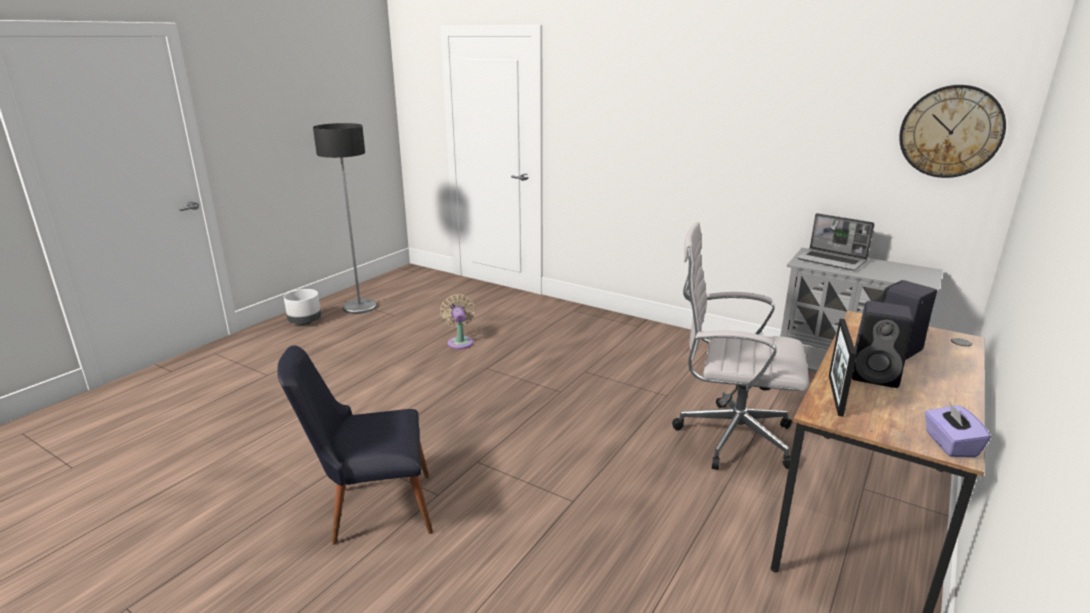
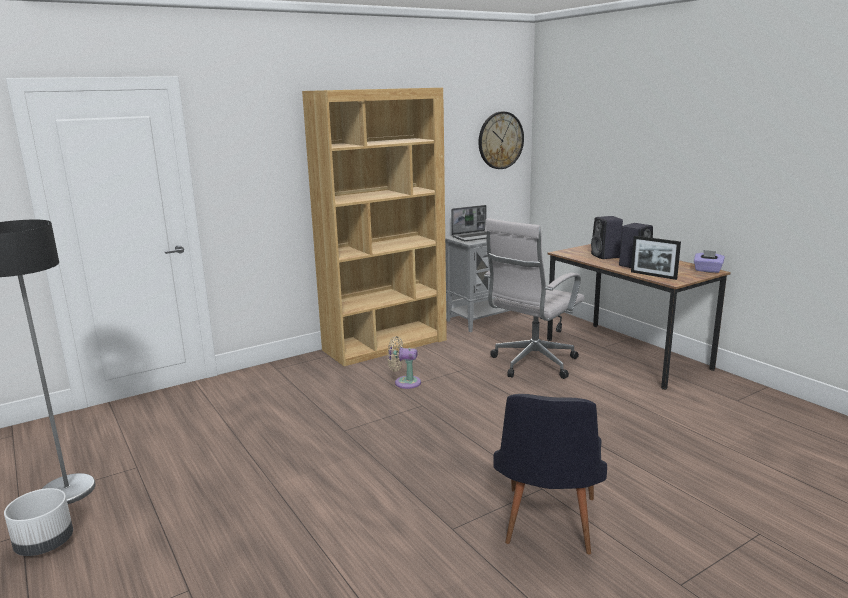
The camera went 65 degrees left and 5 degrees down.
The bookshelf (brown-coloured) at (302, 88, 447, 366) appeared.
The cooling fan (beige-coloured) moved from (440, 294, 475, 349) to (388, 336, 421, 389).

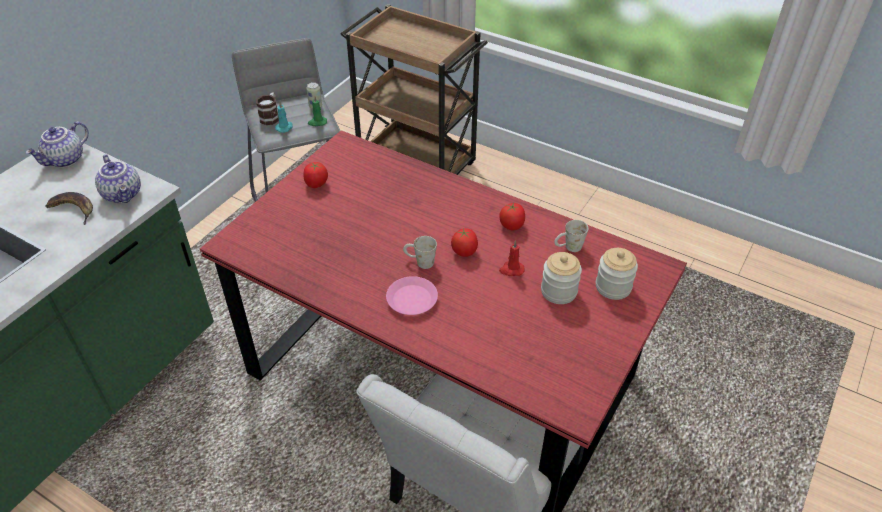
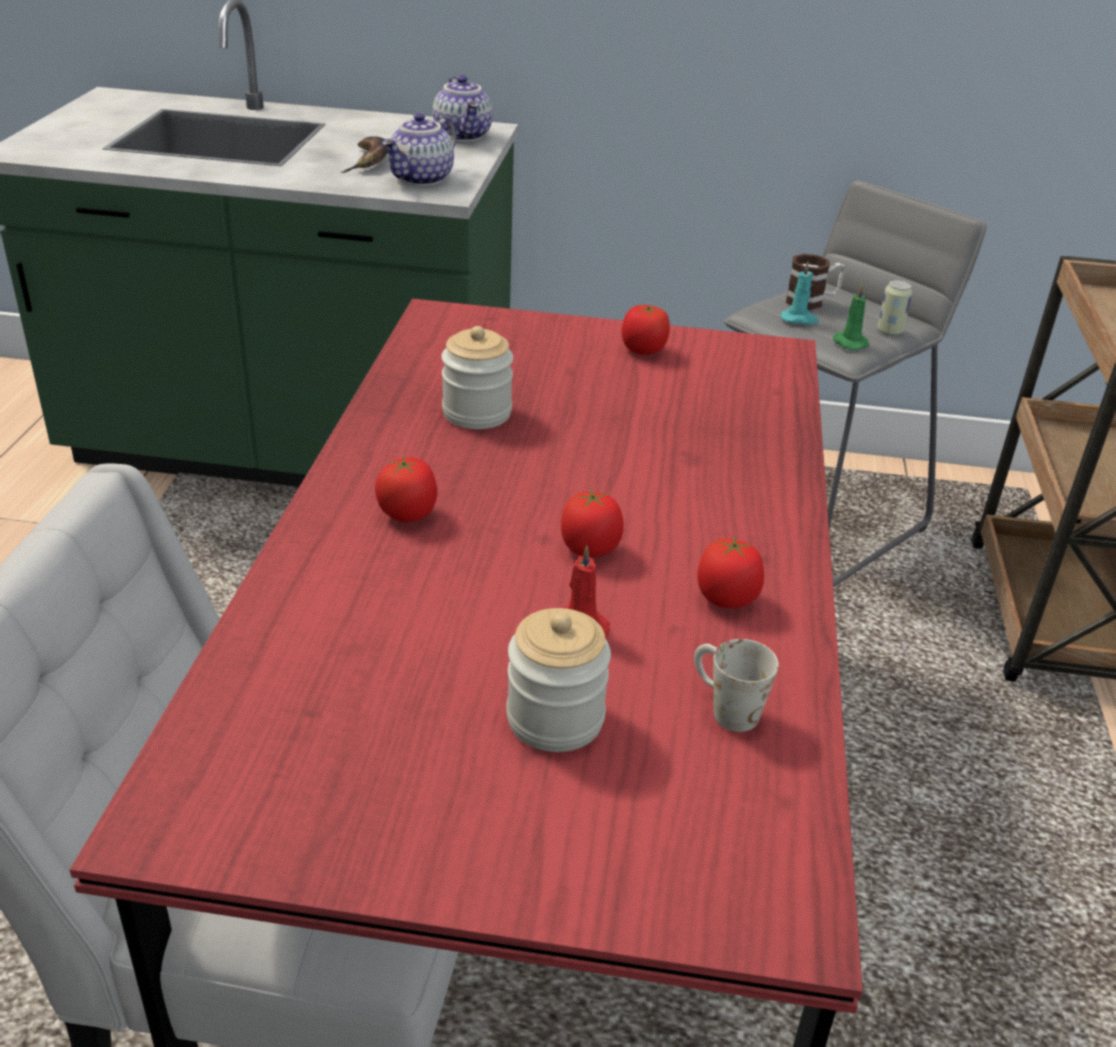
The camera went 65 degrees right and 10 degrees down.
The mug (white-coloured) at (403, 236, 437, 269) disappeared.
The preserve jar moved from (596, 248, 638, 300) to (441, 326, 513, 429).
The flat dish (pink-coloured) at (386, 276, 438, 315) was replaced by the tomato at (375, 455, 437, 522).
The teapot at (25, 122, 89, 168) turned 120 degrees counterclockwise.

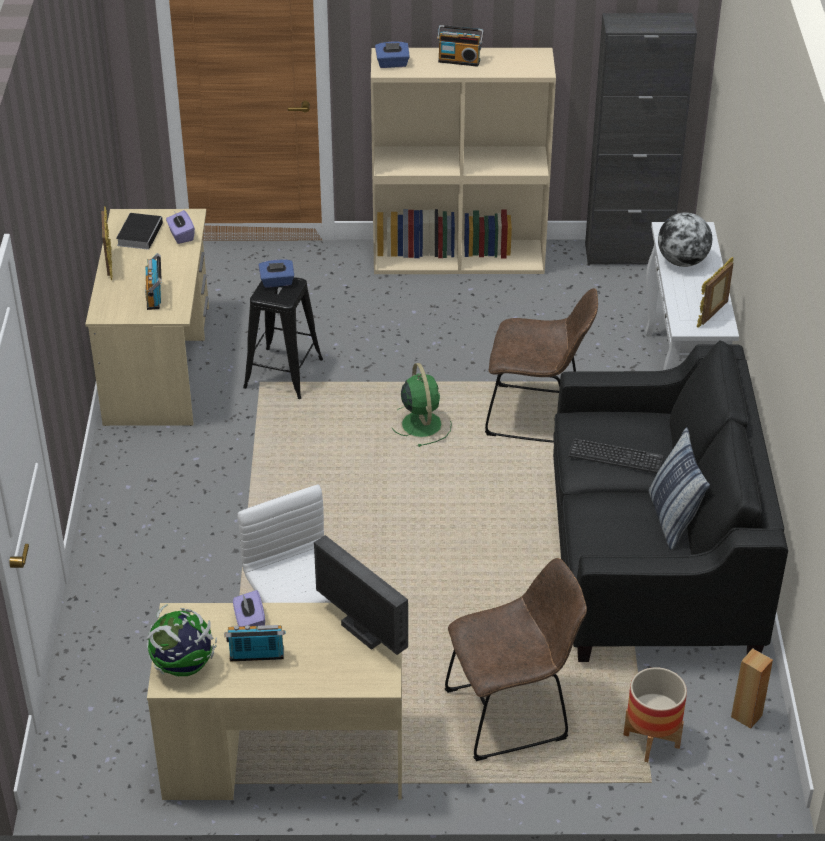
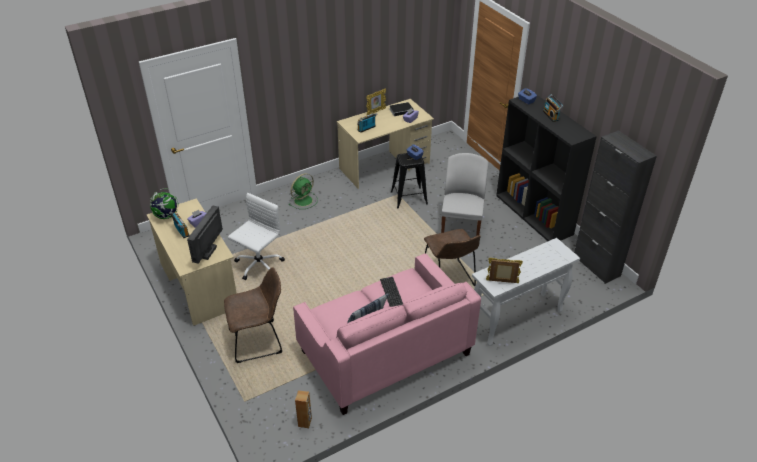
The camera went 60 degrees right and 0 degrees up.
The planter at (624, 667, 687, 762) disappeared.
The desk globe at (658, 212, 712, 267) disappeared.
The chair (white-coloured) at (441, 153, 489, 236) appeared.
The cooling fan (green-coloured) moved from (392, 363, 452, 447) to (289, 173, 318, 209).
The bookshelf (beige-coloured) at (371, 48, 556, 274) became the bookshelf (black-coloured) at (496, 95, 597, 241).
The couch (black-coloured) at (553, 340, 788, 662) became the couch (pink-coloured) at (293, 253, 481, 415).
The chair (brown-coloured) at (445, 558, 587, 761) turned 60 degrees counterclockwise.

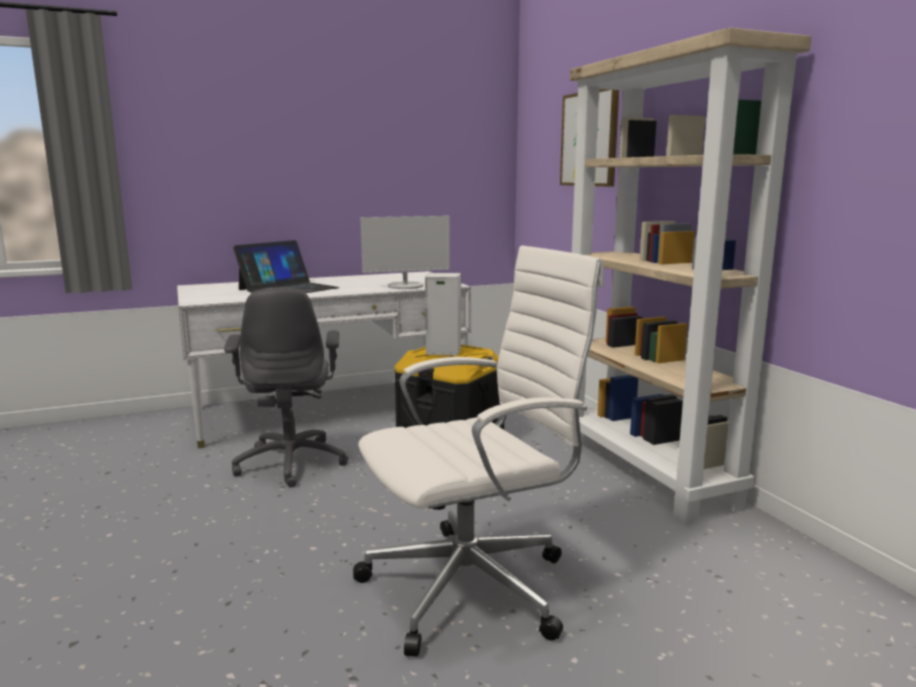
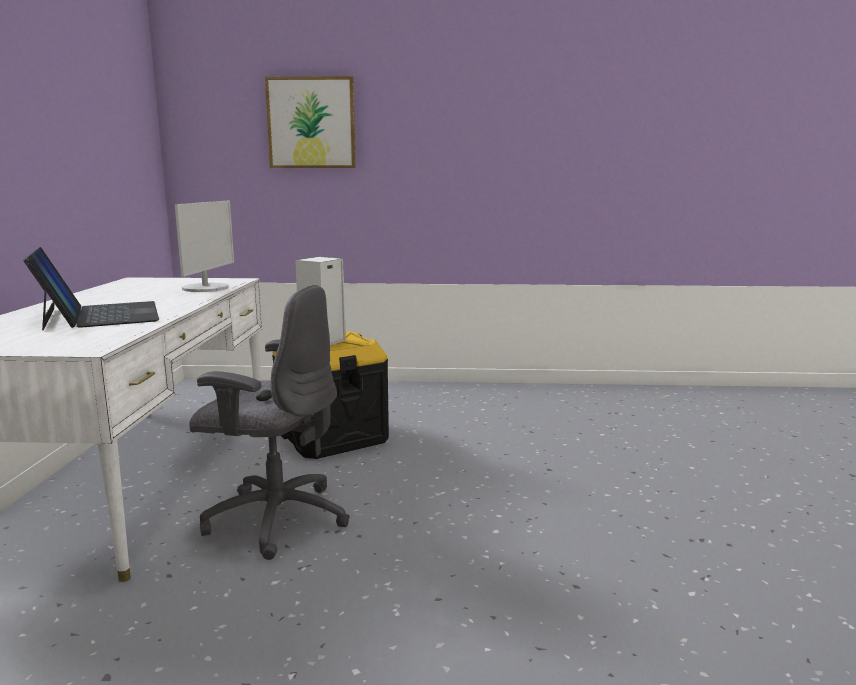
The camera went 65 degrees left and 0 degrees up.
The office chair (white-coloured) at (353, 245, 604, 657) disappeared.
The bookshelf (beige-coloured) at (564, 27, 811, 524) disappeared.

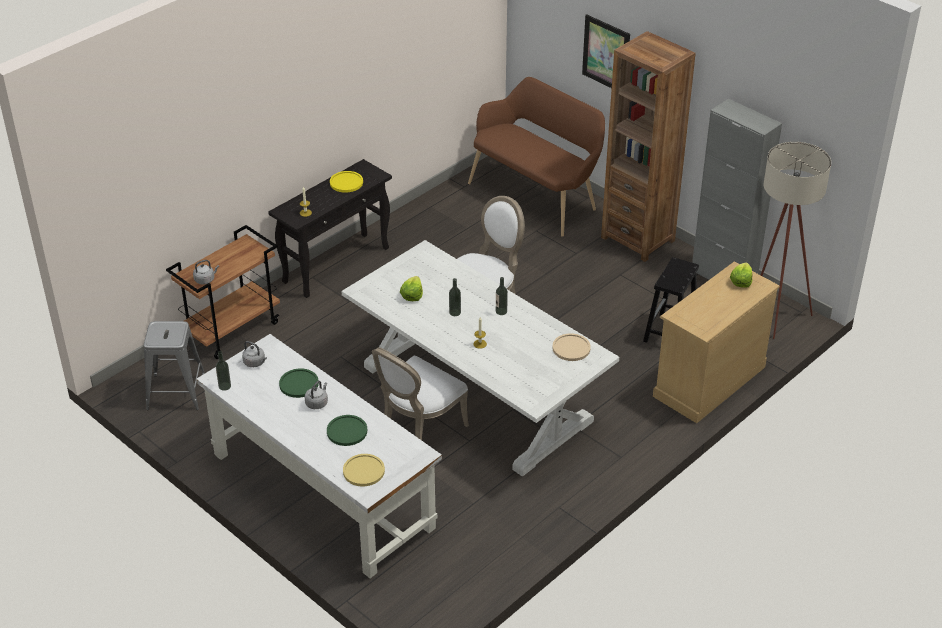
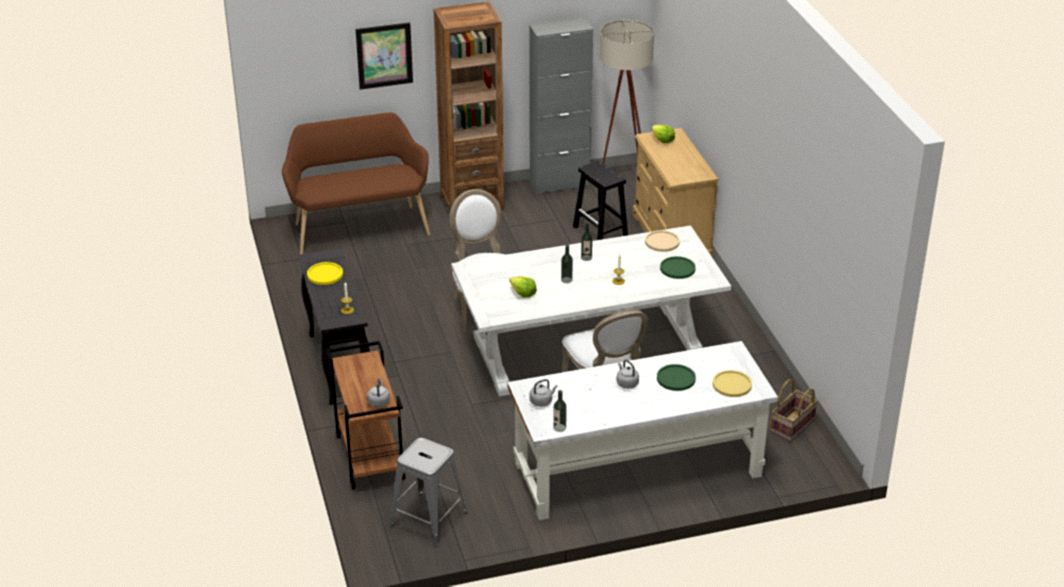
The camera went 60 degrees left and 5 degrees down.
The storage basket at (770, 379, 818, 442) appeared.
The flat dish (green-coloured) moved from (279, 368, 319, 398) to (660, 256, 696, 279).

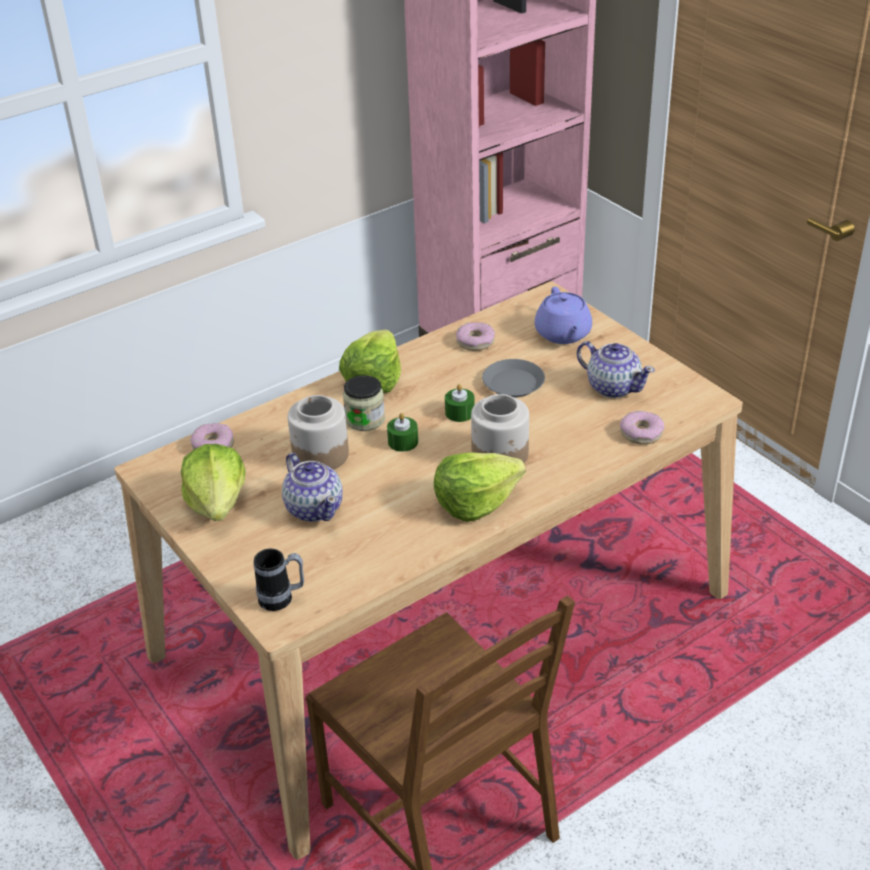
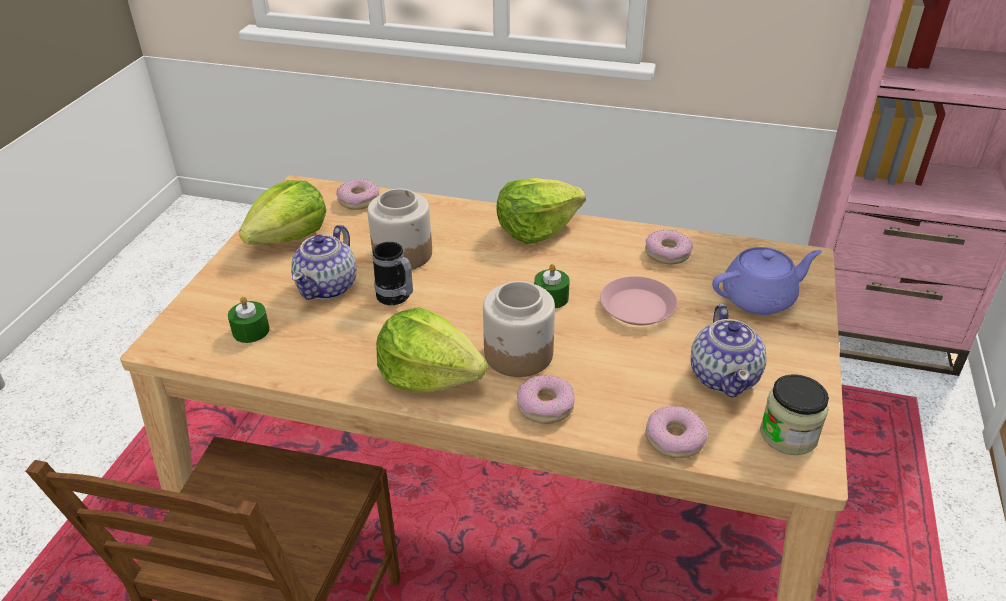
The camera went 50 degrees right and 0 degrees up.
The donut at (517, 375, 575, 424) appeared.
The mug moved from (253, 549, 304, 611) to (372, 242, 413, 305).
The preserve jar moved from (343, 375, 385, 431) to (760, 374, 829, 455).
The wax light (green-coloured) moved from (387, 413, 418, 452) to (228, 296, 270, 343).
The flat dish (gray) at (482, 359, 545, 397) became the flat dish (pink-coloured) at (600, 276, 678, 325).
The teapot (purple) at (535, 287, 592, 344) turned 150 degrees counterclockwise.

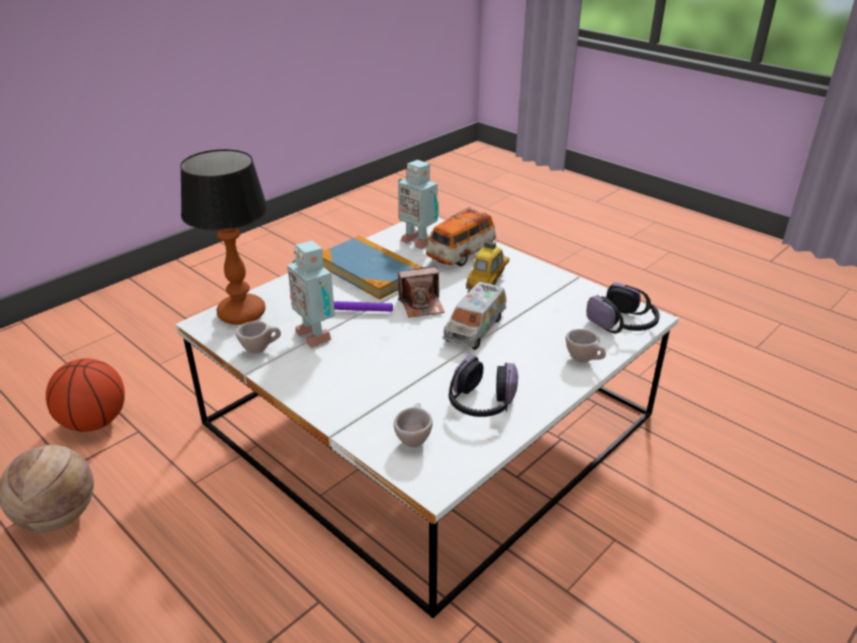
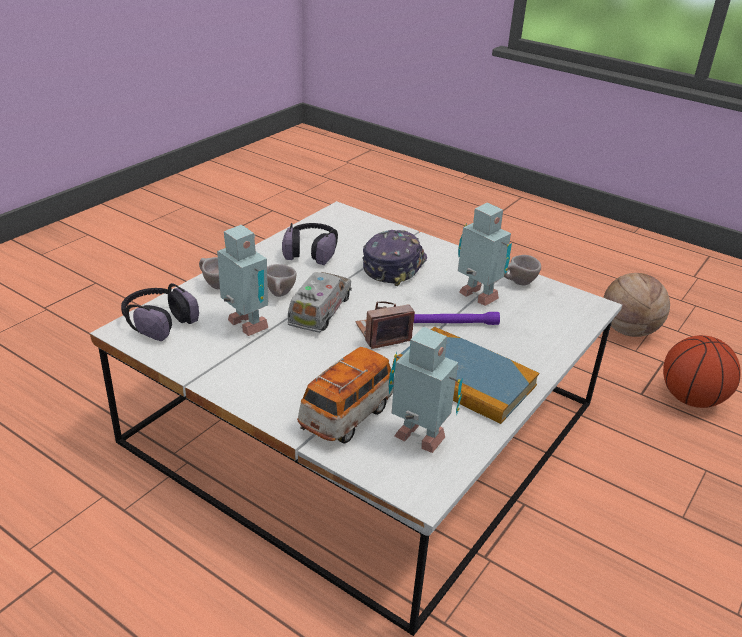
The camera went 170 degrees right and 0 degrees up.
The table lamp at (180, 149, 268, 325) disappeared.
The toy car at (466, 241, 509, 292) disappeared.
The model robot at (217, 225, 269, 336) appeared.
The baseball cap at (362, 230, 427, 286) appeared.
The cup (beige-coloured) moved from (394, 403, 433, 447) to (267, 264, 296, 297).

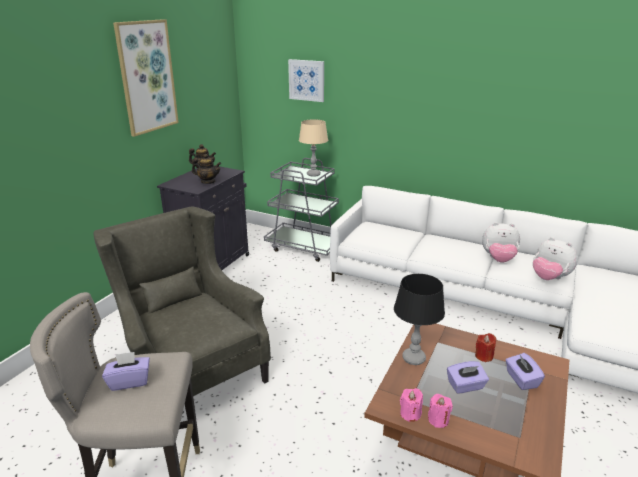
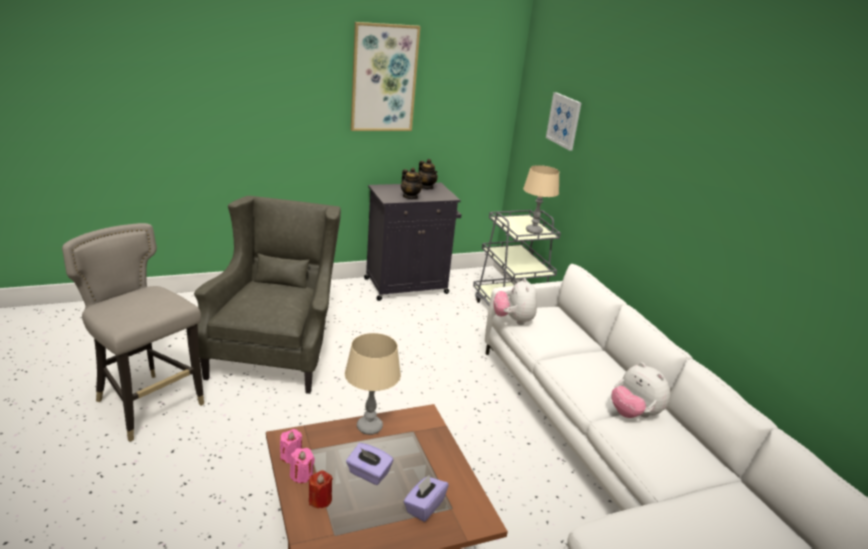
The camera went 40 degrees right and 0 degrees up.
The tissue box (purple) at (102, 352, 150, 391) disappeared.
The wax light (red) moved from (475, 333, 496, 362) to (309, 470, 333, 508).
The soft toy moved from (533, 237, 578, 280) to (493, 278, 537, 325).
The table lamp (black-coloured) at (394, 274, 445, 365) became the table lamp (beige-coloured) at (345, 333, 401, 435).

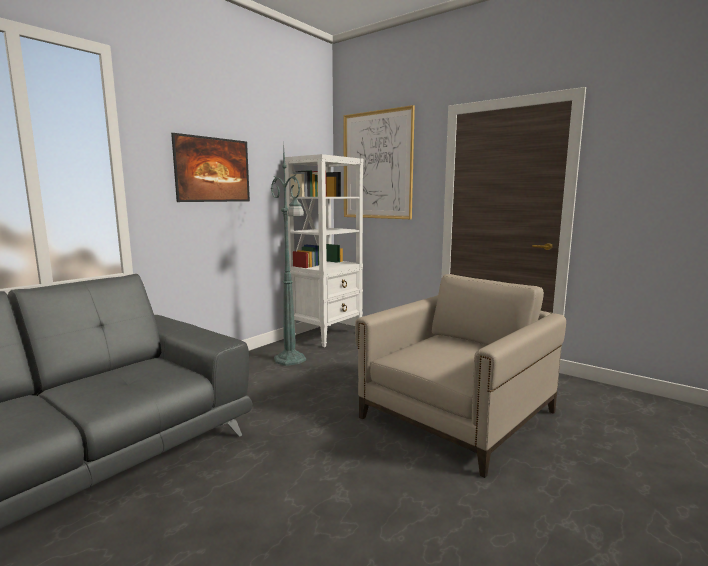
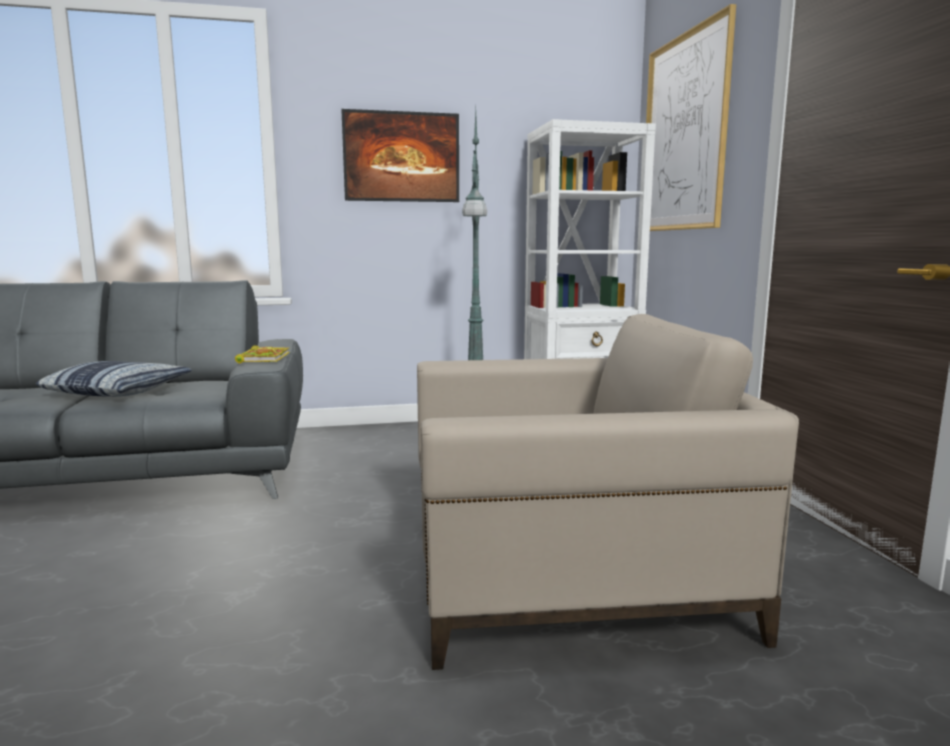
The camera went 40 degrees right and 0 degrees up.
The cushion at (36, 361, 192, 397) appeared.
The bound book at (235, 345, 290, 363) appeared.

